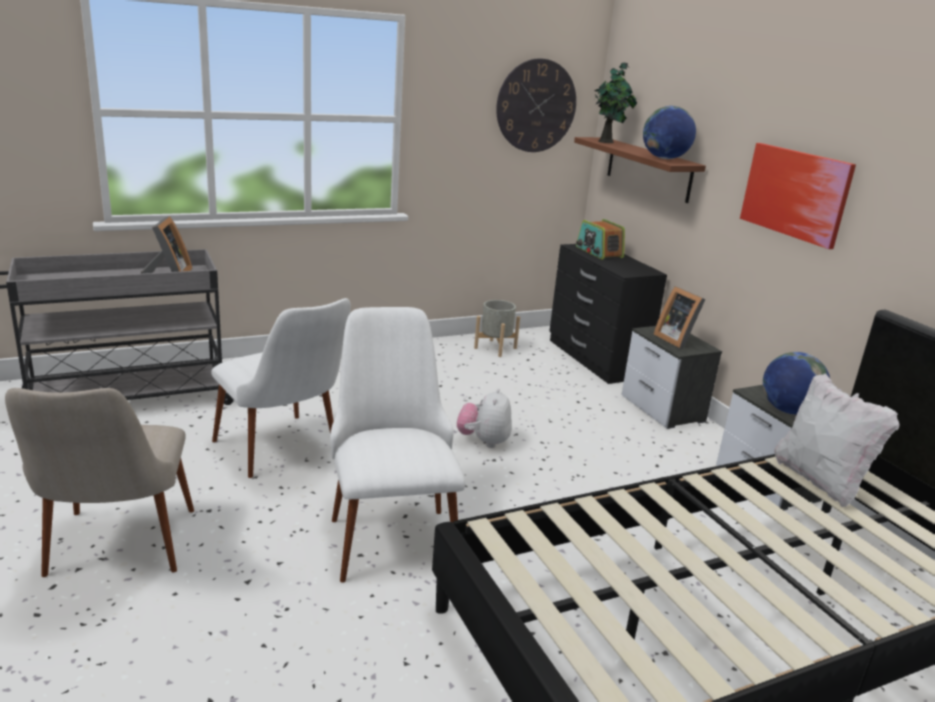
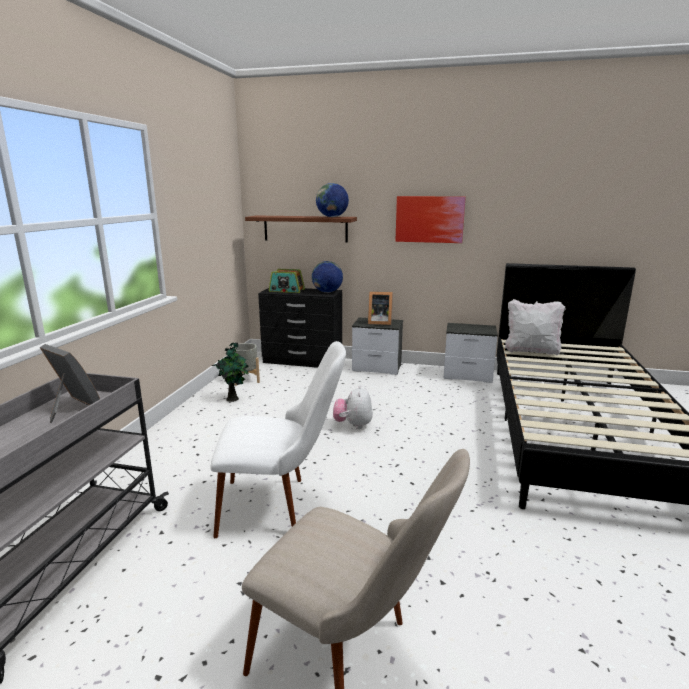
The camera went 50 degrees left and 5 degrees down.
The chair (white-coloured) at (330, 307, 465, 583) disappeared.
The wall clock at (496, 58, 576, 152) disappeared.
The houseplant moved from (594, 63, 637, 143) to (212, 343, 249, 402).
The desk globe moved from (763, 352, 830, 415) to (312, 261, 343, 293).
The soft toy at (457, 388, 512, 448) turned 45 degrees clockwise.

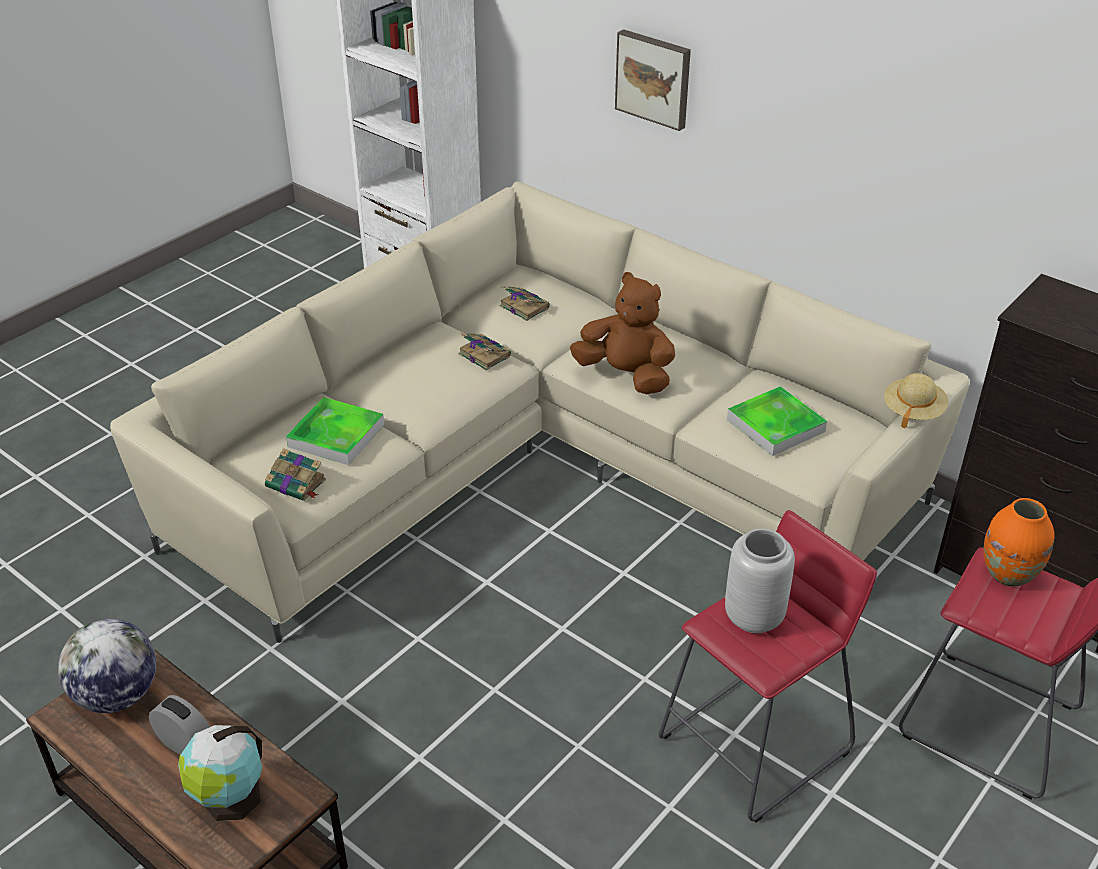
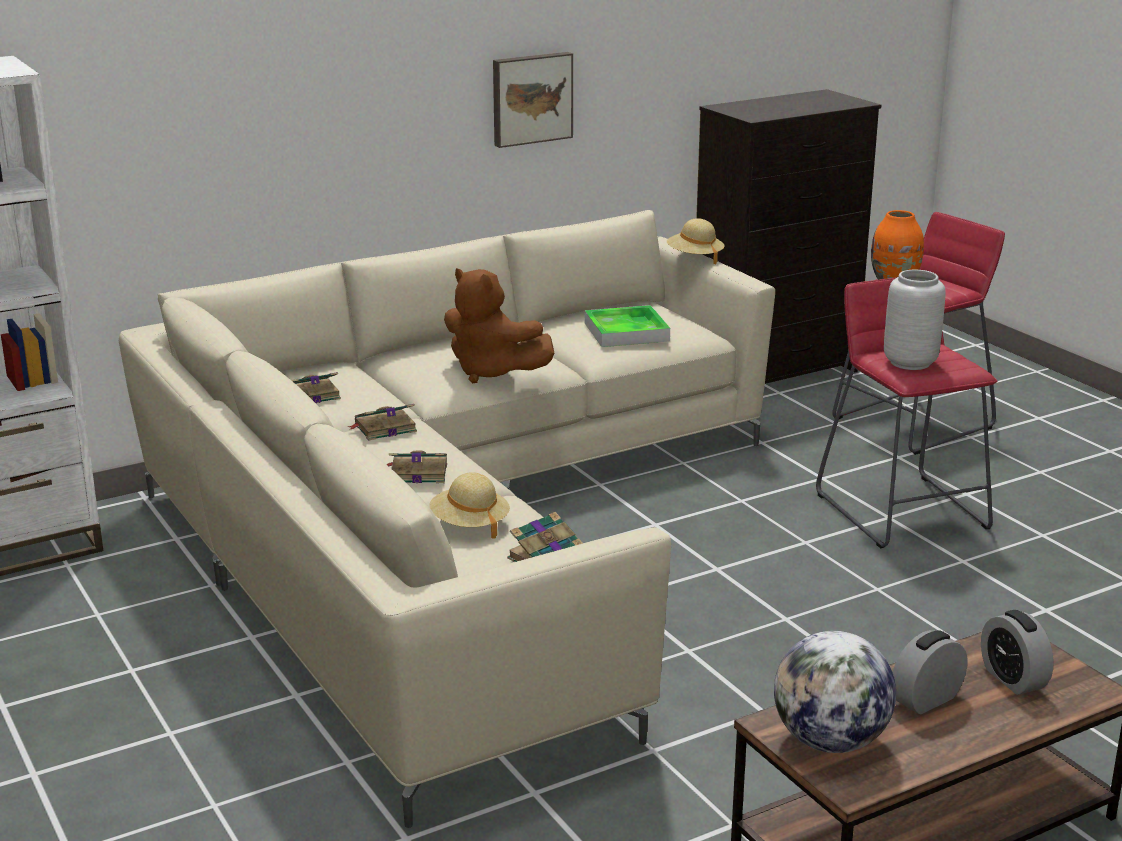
The camera went 70 degrees left and 15 degrees down.
The bound book at (386, 450, 447, 483) appeared.
The picture moved from (615, 29, 691, 131) to (493, 52, 573, 148).
The desk globe at (178, 725, 262, 821) was replaced by the alarm clock at (981, 610, 1054, 695).
The serving tray at (286, 397, 384, 465) was replaced by the hat (beige-coloured) at (429, 472, 510, 539).
The soft toy (brown-coloured) at (570, 272, 675, 394) turned 105 degrees counterclockwise.

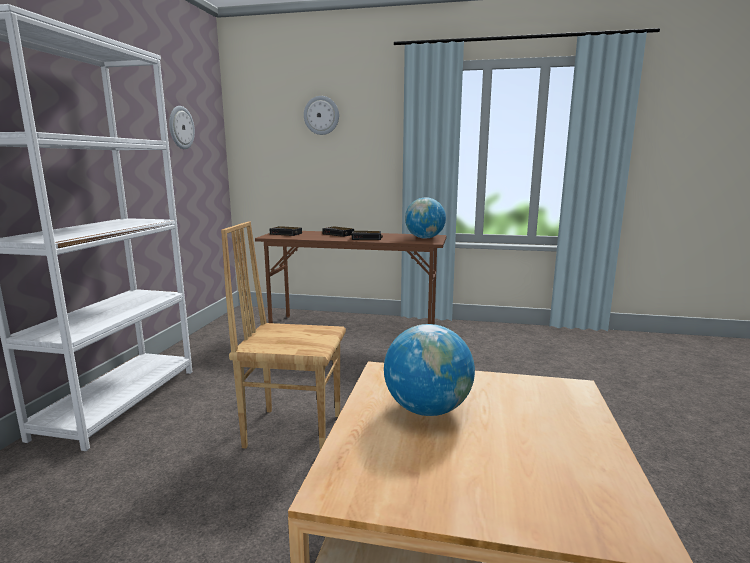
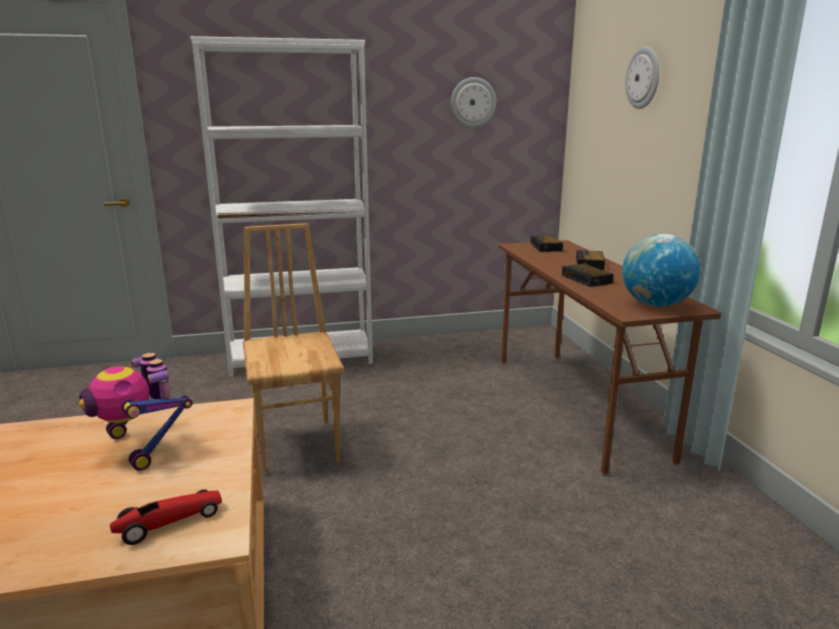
The camera went 65 degrees right and 5 degrees up.
The toy car at (110, 489, 222, 545) appeared.
The desk globe at (384, 324, 475, 416) was replaced by the model robot at (79, 353, 193, 471).

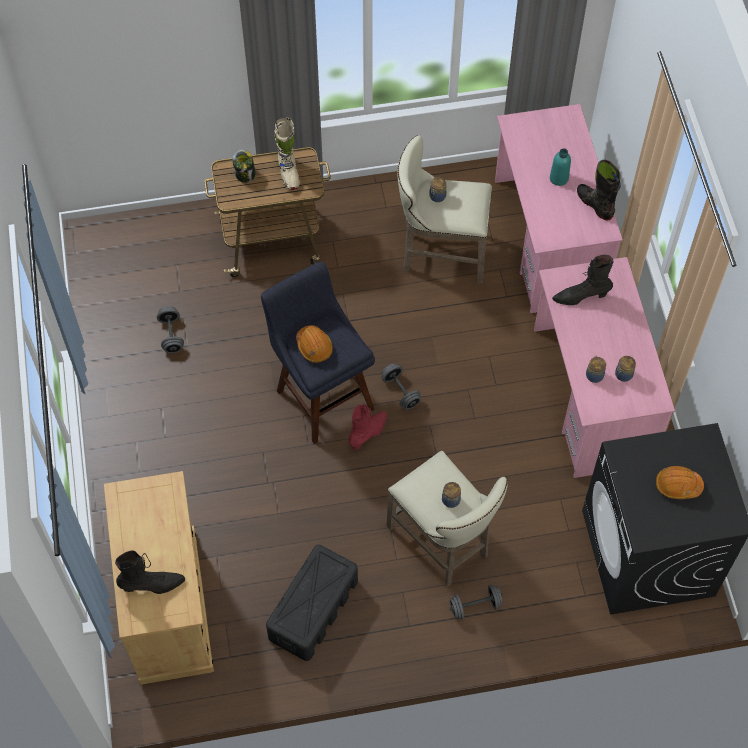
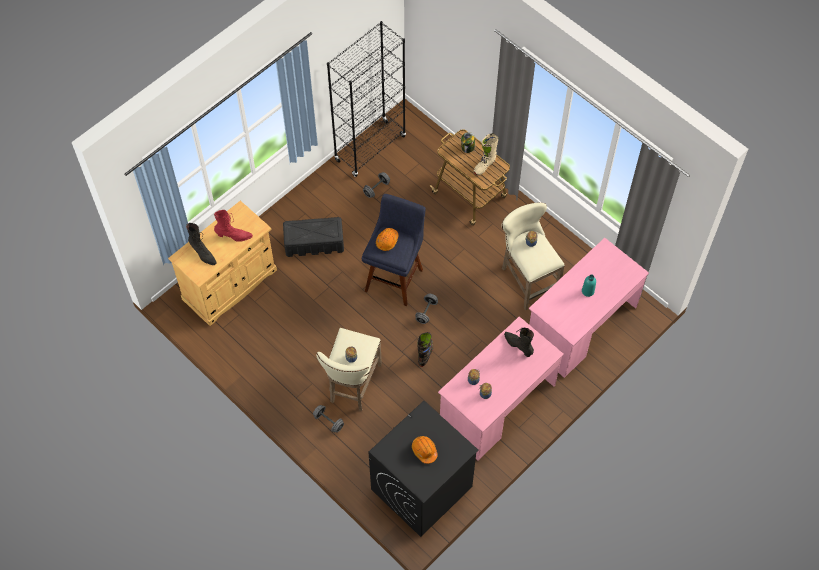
The camera went 55 degrees right and 0 degrees up.
The bookshelf (black-coloured) at (327, 21, 406, 177) appeared.
The storage bin (black-coloured) moved from (266, 545, 358, 661) to (283, 217, 344, 257).
The high-top boot (red) moved from (349, 403, 387, 450) to (214, 210, 253, 242).
The high-top boot (black-coloured) moved from (577, 160, 621, 220) to (417, 332, 433, 367).

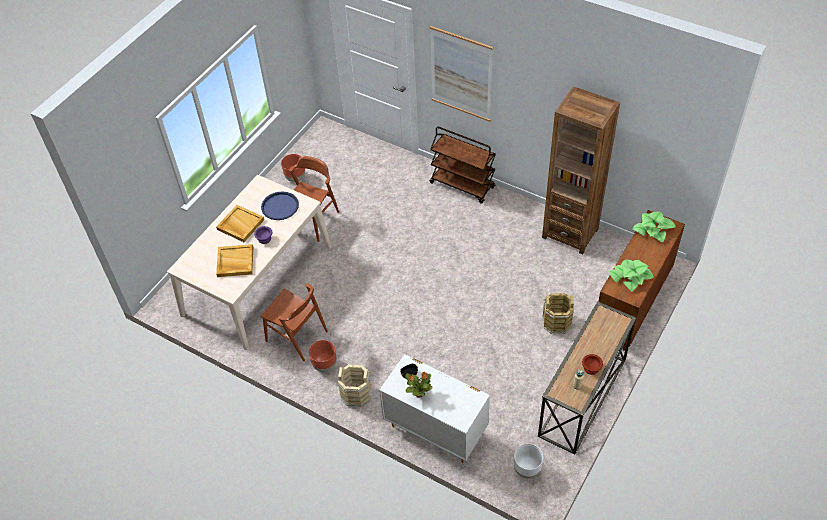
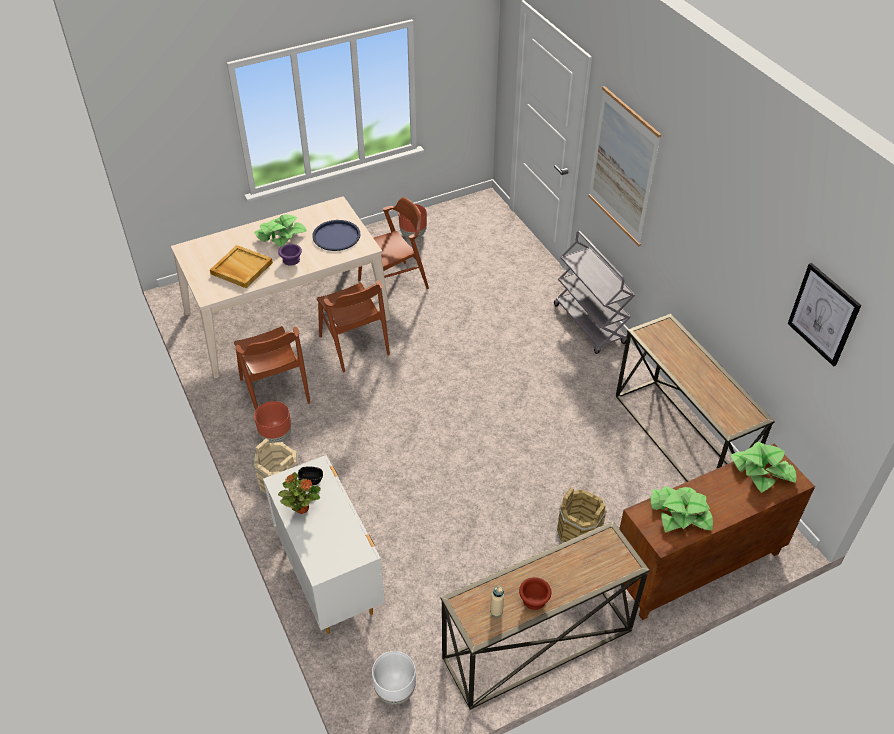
The camera went 30 degrees right and 5 degrees down.
The chair (brown-coloured) at (317, 280, 390, 372) appeared.
The picture at (788, 263, 861, 367) appeared.
The serving tray (beige-coloured) at (216, 205, 264, 242) was replaced by the houseplant at (254, 214, 307, 247).
The bookshelf (brown-coloured) at (542, 86, 620, 254) was replaced by the console table at (616, 314, 775, 482).
The cart (brown-coloured) at (430, 126, 496, 204) became the cart (gray) at (554, 231, 635, 354).

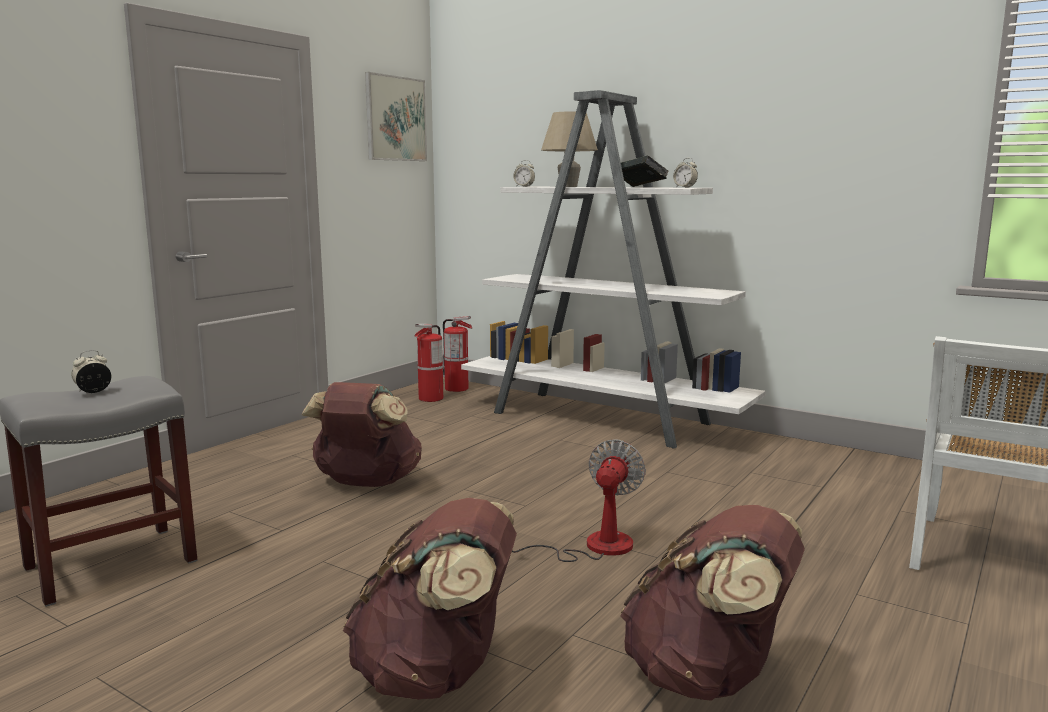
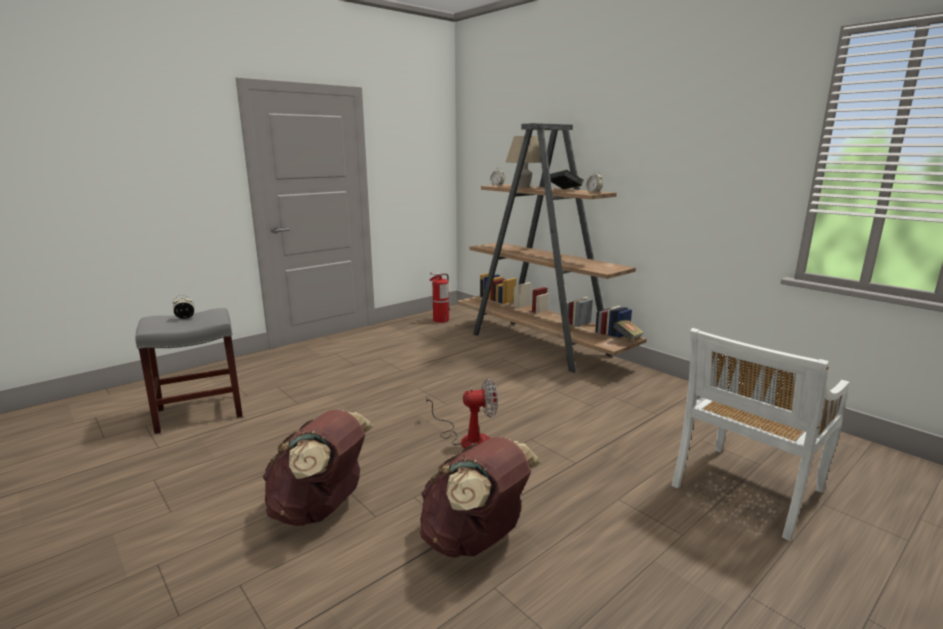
The camera went 15 degrees right and 5 degrees up.
The rucksack (brown-coloured) at (301, 382, 422, 487) disappeared.
The picture at (365, 72, 427, 161) disappeared.
The fire extinguisher at (443, 316, 472, 392) disappeared.
The bound book at (612, 320, 645, 341) appeared.
The bookshelf (white-coloured) at (461, 90, 766, 449) became the bookshelf (brown-coloured) at (457, 123, 647, 373).
The cooling fan at (512, 439, 646, 562) turned 45 degrees clockwise.

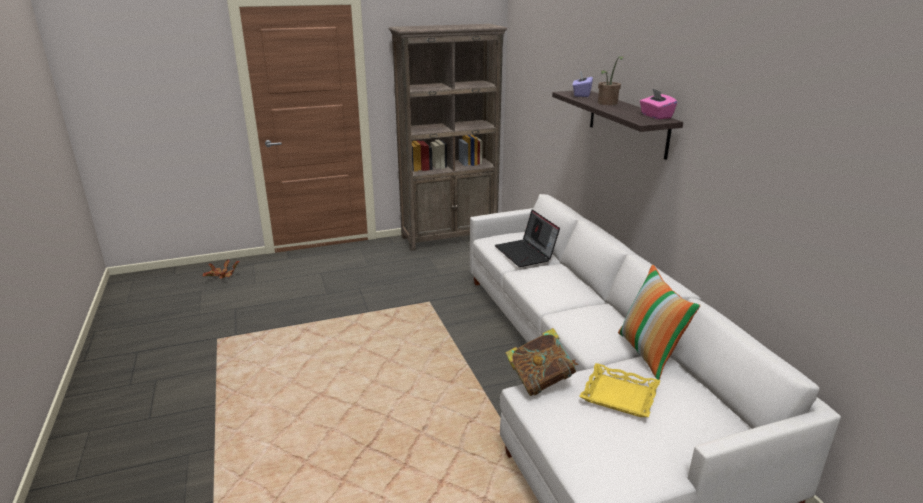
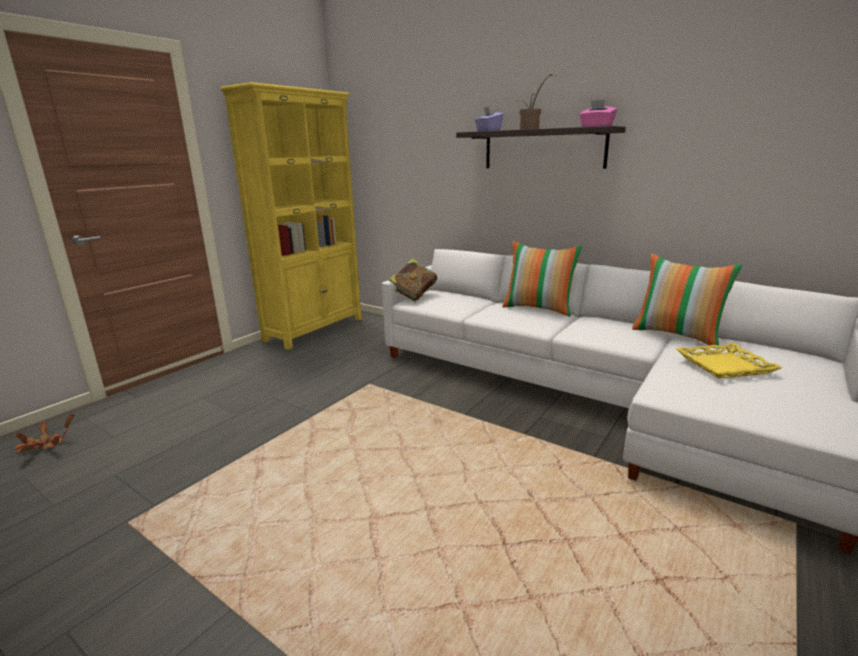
The camera went 35 degrees left and 5 degrees down.
The portable computer at (495, 210, 560, 267) disappeared.
The cushion at (502, 241, 583, 317) appeared.
The bound book moved from (505, 328, 579, 396) to (389, 259, 437, 301).
The bookshelf (brown-coloured) at (389, 24, 507, 251) became the bookshelf (yellow-coloured) at (220, 82, 362, 350).

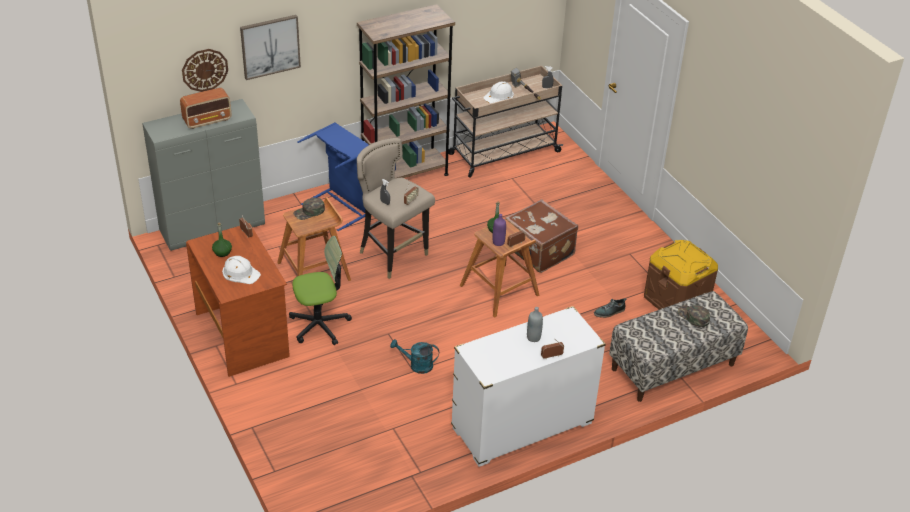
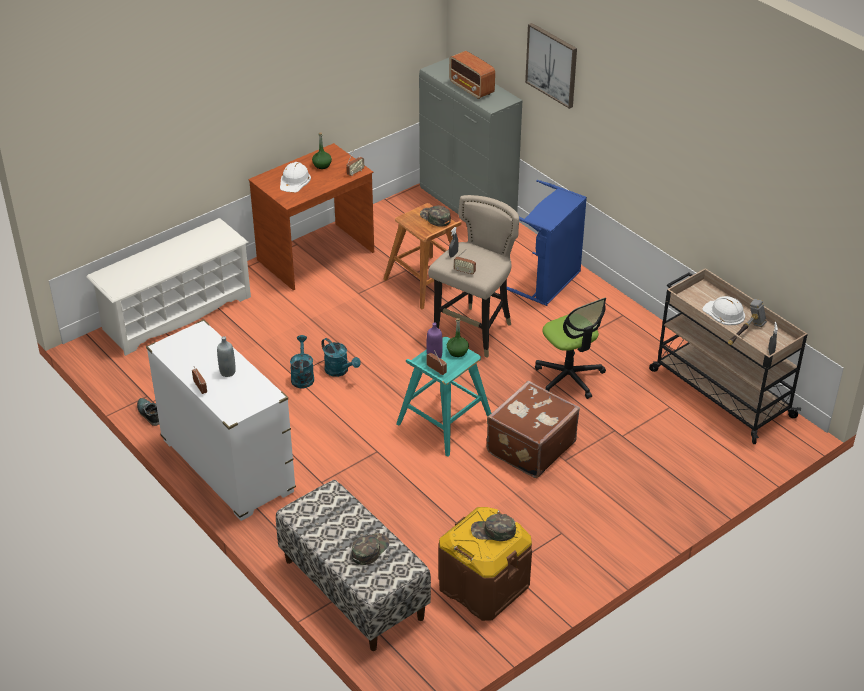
The camera went 80 degrees right and 0 degrees up.
The wall clock at (182, 49, 228, 92) disappeared.
The bookshelf (brown-coloured) at (357, 4, 455, 178) disappeared.
The shoe rack (white-coloured) at (86, 218, 251, 356) appeared.
The watering pot (turquoise-coloured) at (322, 338, 361, 377) appeared.
The baseball cap (green-coloured) at (471, 514, 516, 541) appeared.
The office chair moved from (289, 236, 352, 345) to (535, 298, 606, 399).
The shoe moved from (594, 298, 627, 318) to (137, 398, 159, 426).
The sitting stool (brown-coloured) at (460, 219, 539, 318) became the sitting stool (turquoise-coloured) at (396, 337, 491, 457).

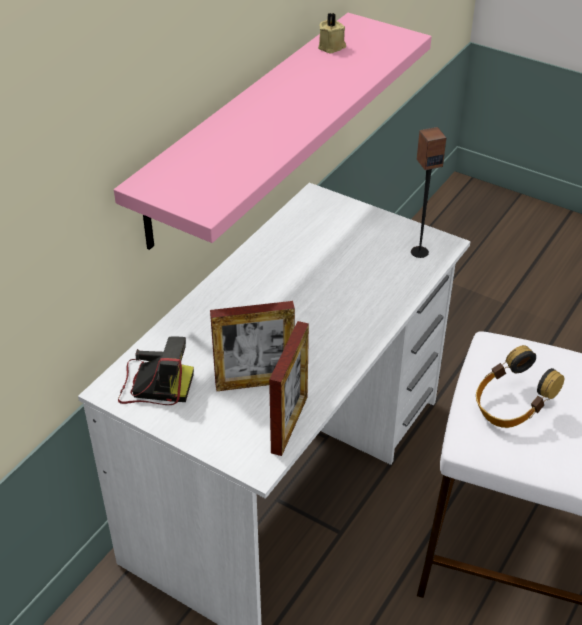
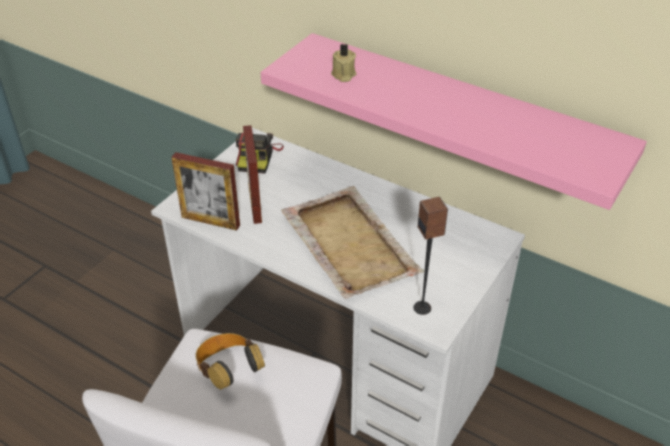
The camera went 90 degrees right and 0 degrees up.
The serving tray (beige-coloured) at (281, 186, 424, 299) appeared.
The wax light (beige-coloured) moved from (318, 13, 346, 54) to (331, 44, 356, 82).

